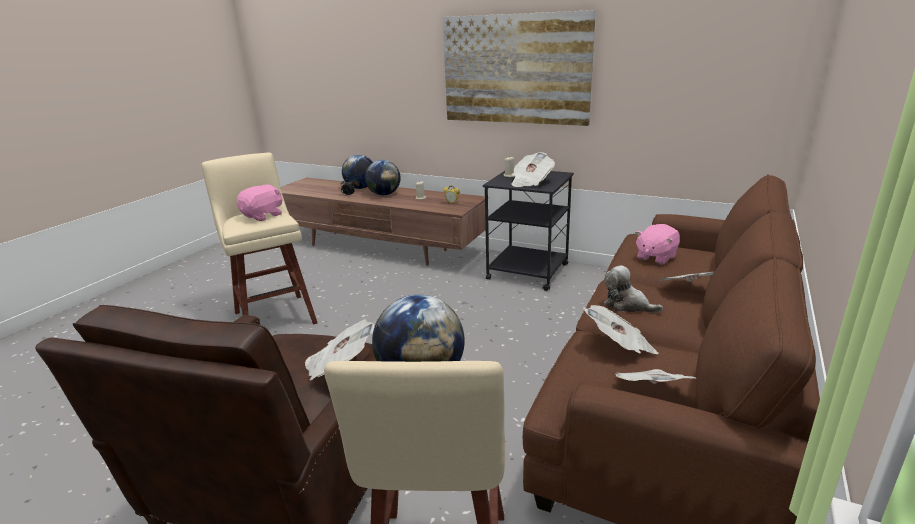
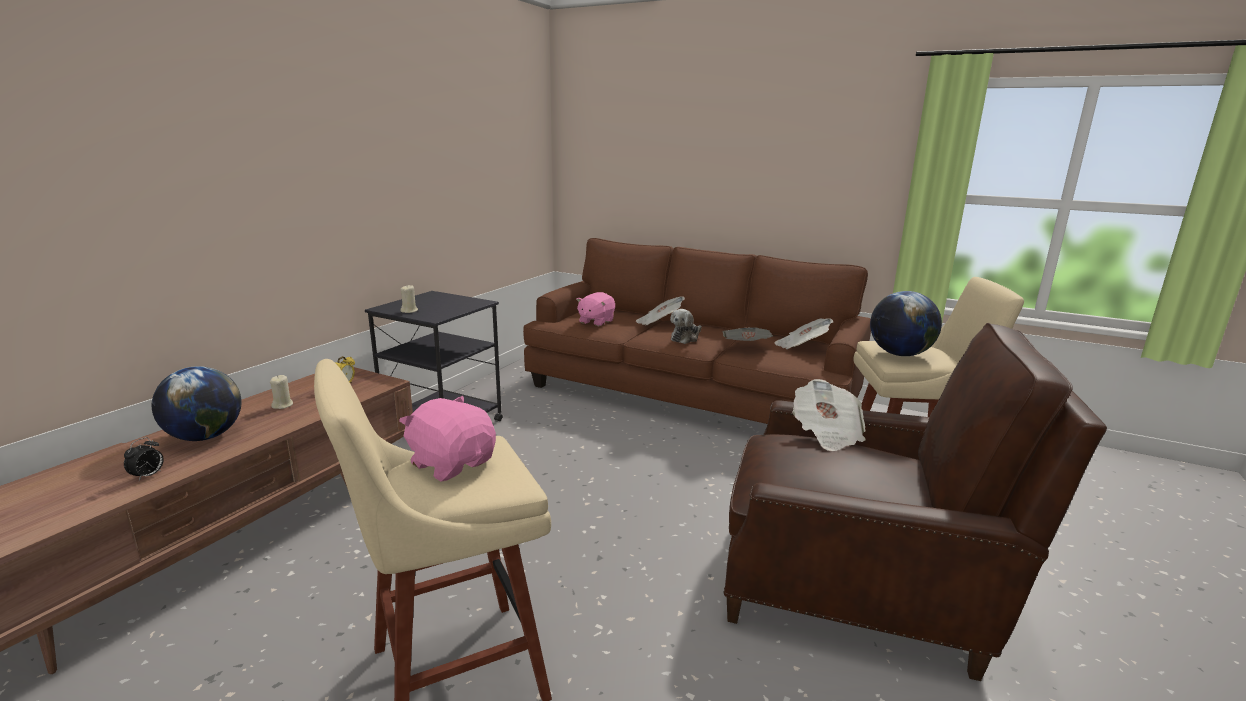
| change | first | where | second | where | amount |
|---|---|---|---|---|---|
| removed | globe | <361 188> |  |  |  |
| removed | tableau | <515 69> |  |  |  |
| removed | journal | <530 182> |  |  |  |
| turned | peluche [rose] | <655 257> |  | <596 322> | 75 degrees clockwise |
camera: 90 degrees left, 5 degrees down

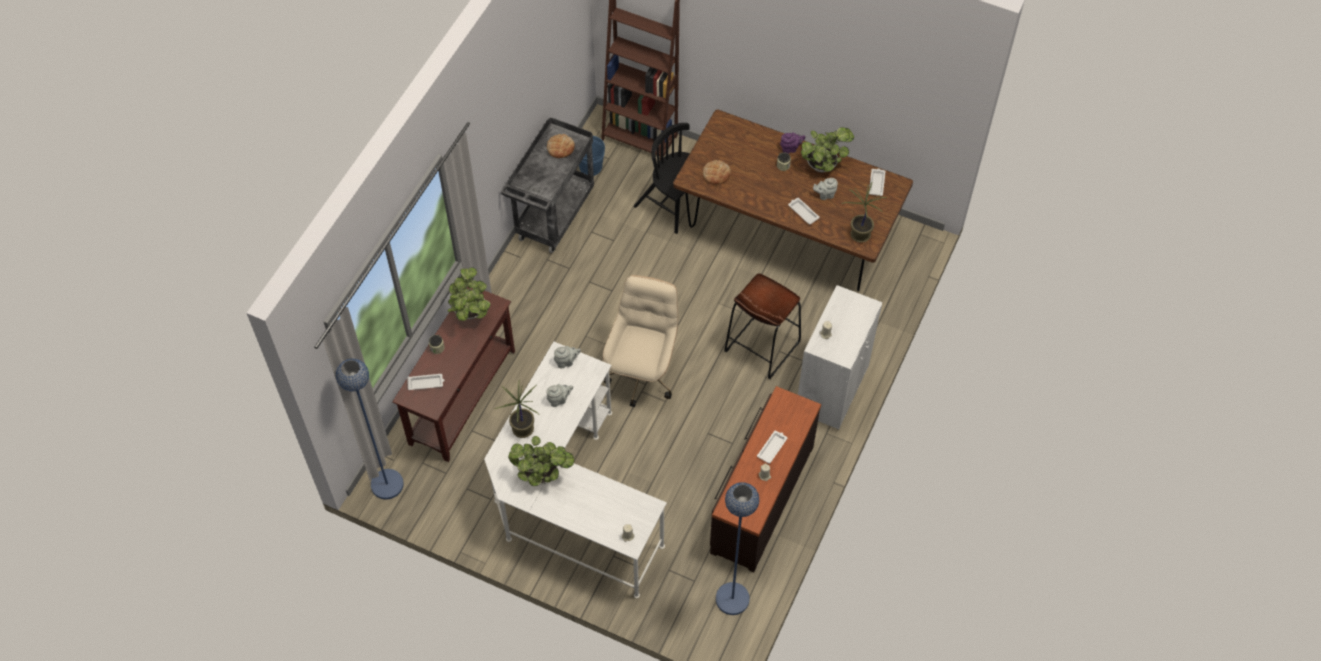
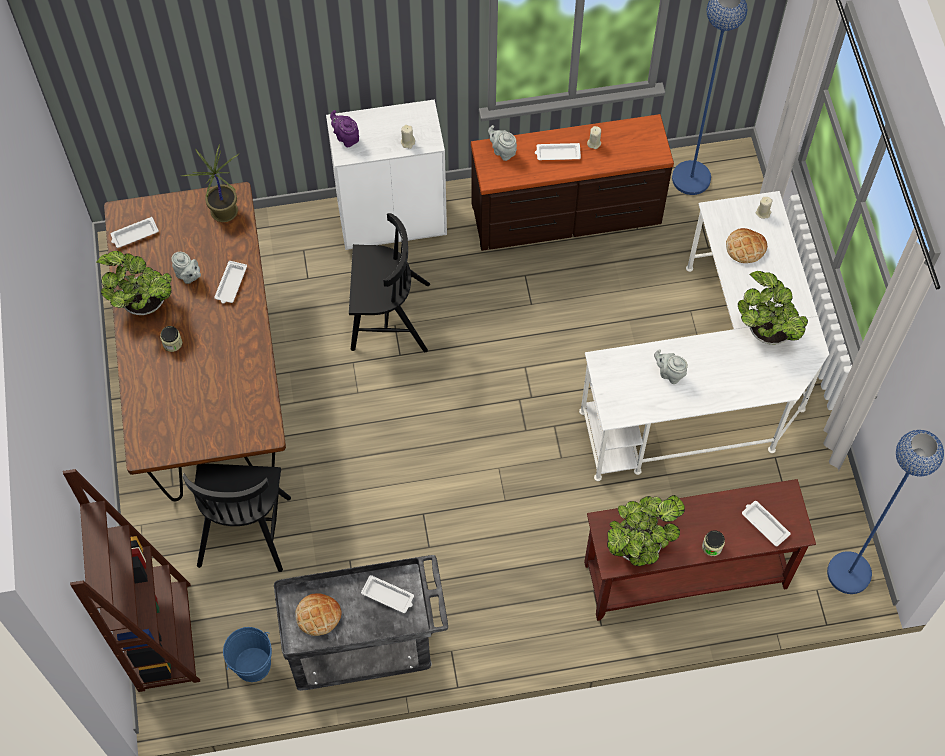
| change | first | where | second | where | amount |
|---|---|---|---|---|---|
| removed | plante en pot | <523 430> |  |  |  |
| moved | théière [gris] | <566 362> |  | <503 151> |  |
| removed | chaise de bureau [beige] | <643 373> |  |  |  |
| moved | pain | <716 174> |  | <745 248> |  |
| replaced | tabouret [marron] | <762 346> | chaise [noir] | <384 316> |  |
| moved | théière [violet] | <790 149> |  | <346 137> |  |
| added |  |  | plateau [blanc] | <388 596> |  |
camera: 125 degrees left, 5 degrees up

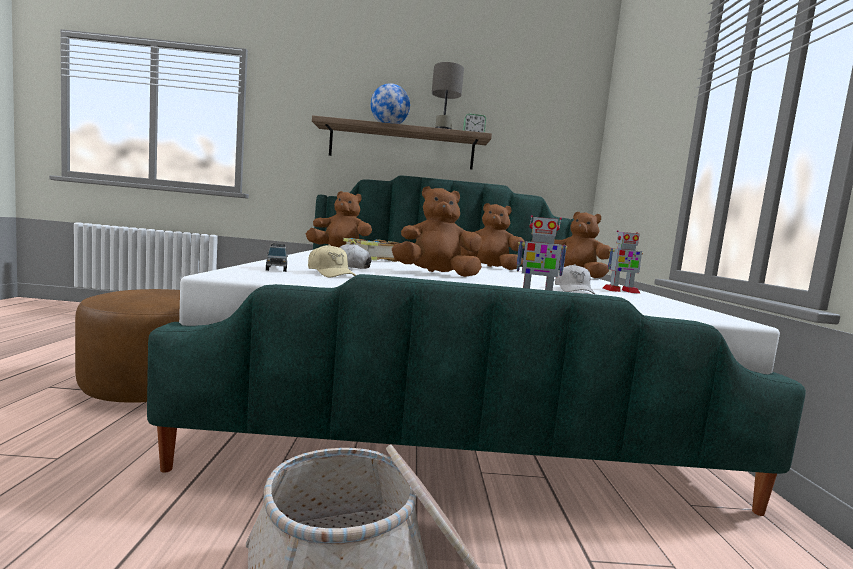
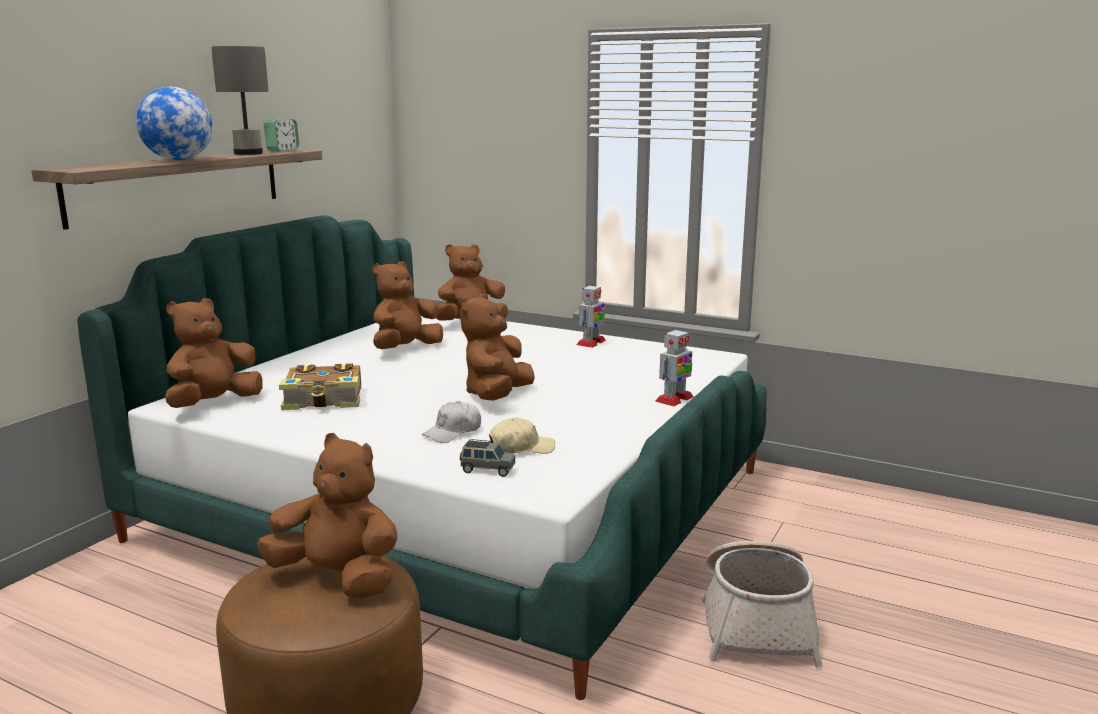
| change | first | where | second | where | amount |
|---|---|---|---|---|---|
| removed | casquette [blanc] | <573 290> |  |  |  |
| added |  |  | peluche [marron] | <338 578> |  |
camera: 60 degrees left, 10 degrees up

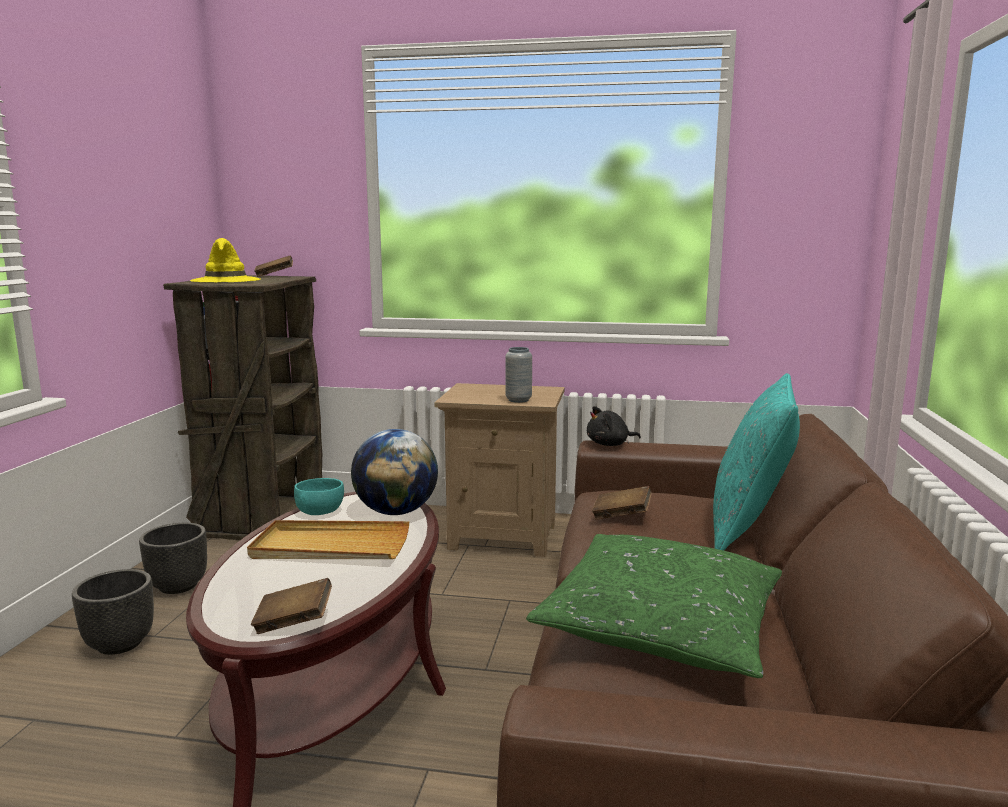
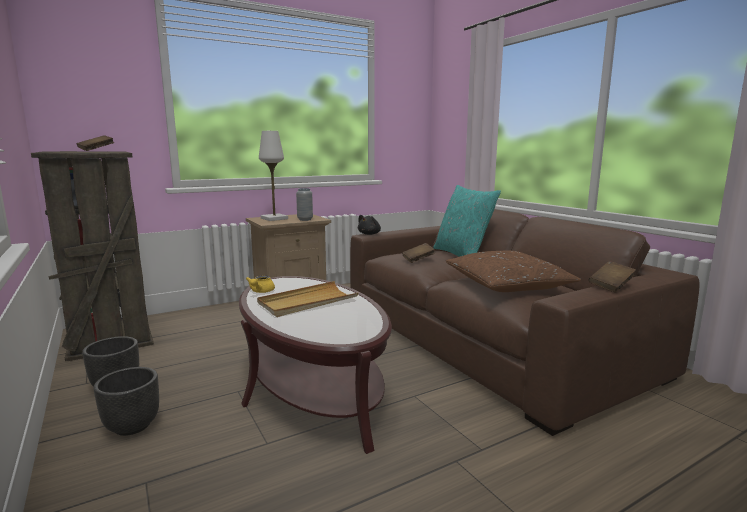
| change | first | where | second | where | amount |
|---|---|---|---|---|---|
| removed | chapeau [jaune] | <226 280> |  |  |  |
| moved | livre [marron] | <294 623> |  | <611 286> |  |
| replaced | bol [turquoise] | <320 510> | théière [jaune] | <260 291> |  |
| removed | globe | <396 512> |  |  |  |
| recoloured | coussin [vert] | <661 624> | coussin [marron] | <507 284> |  |
| added |  |  | lampe de table [blanc] | <274 218> |  |
camera: 40 degrees left, 0 degrees up

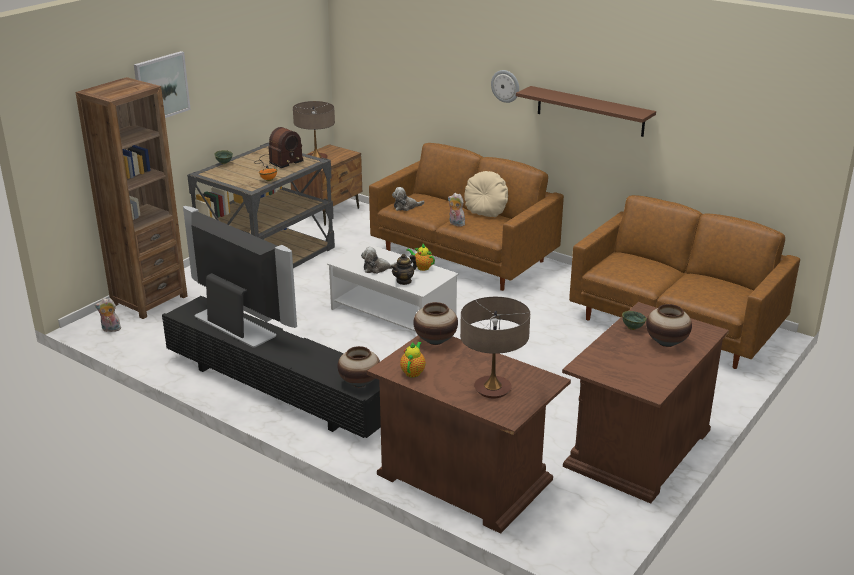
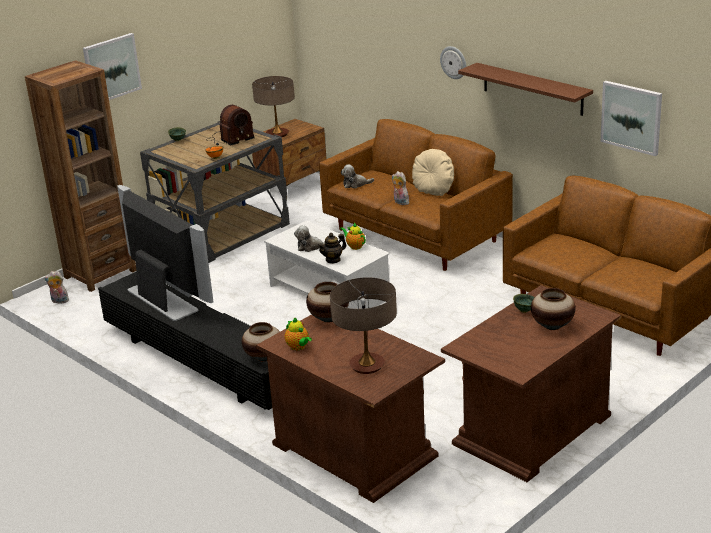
| change | first | where | second | where | amount |
|---|---|---|---|---|---|
| turned | théière | <413 372> |  | <298 347> | 120 degrees clockwise |
| added |  |  | tableau | <631 117> |  |
camera: 10 degrees right, 0 degrees up

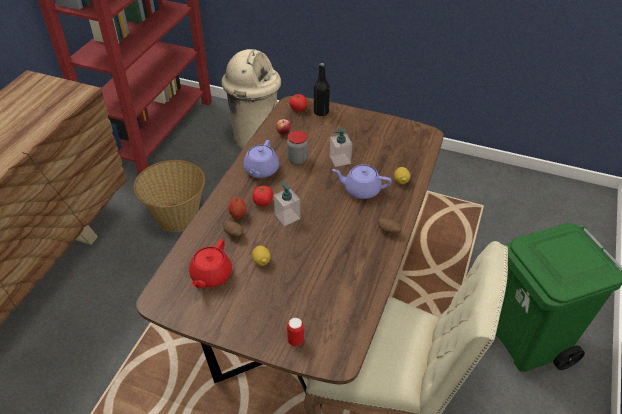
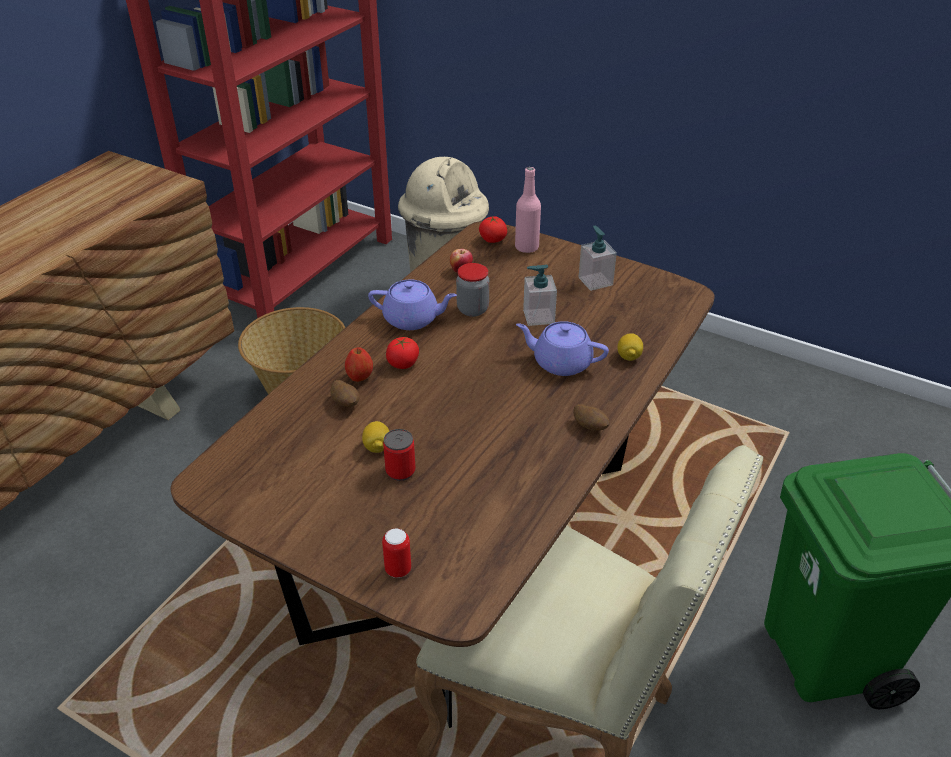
| change | first | where | second | where | amount |
|---|---|---|---|---|---|
| removed | théière [rouge] | <210 276> |  |  |  |
| turned | théière [violet] | <261 170> |  | <412 319> | 105 degrees counterclockwise |
| moved | distributeur de savon | <287 217> |  | <595 281> |  |
| recoloured | bouteille [noir] | <321 112> | bouteille [rose] | <526 247> |  |
| added |  |  | boîte métallique | <400 471> |  |
camera: 10 degrees right, 5 degrees down

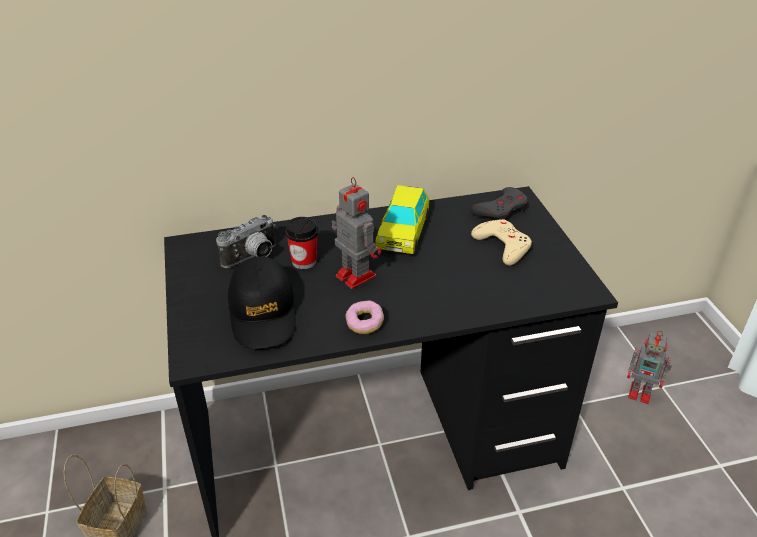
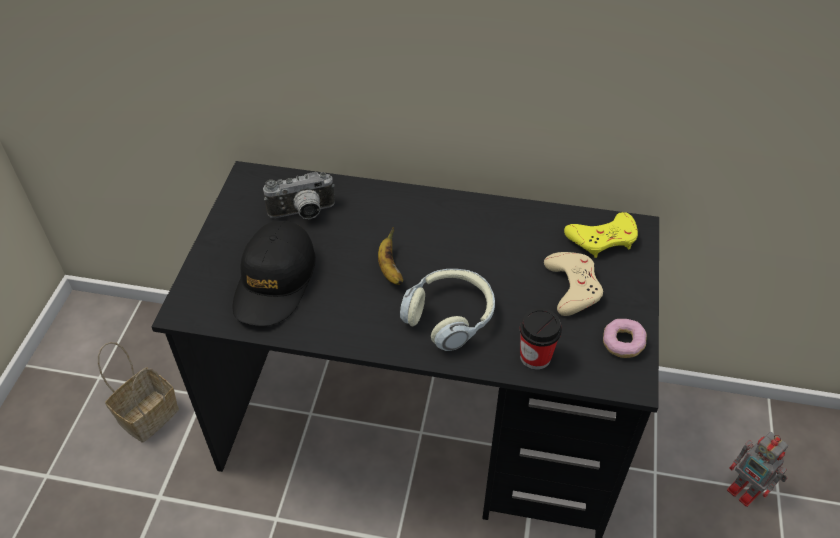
| change | first | where | second | where | amount |
|---|---|---|---|---|---|
| moved | tasse | <304 261> |  | <535 357> |  |
| replaced | robot jouet | <354 275> | banane | <389 269> |  |
| moved | beignet | <364 323> |  | <622 344> |  |
| removed | petite voiture | <403 232> |  |  |  |
| recoloured | manette [gris] | <501 210> | manette [jaune] | <603 239> |  |
| added |  |  | casque audio | <450 316> |  |
camera: 25 degrees right, 10 degrees up

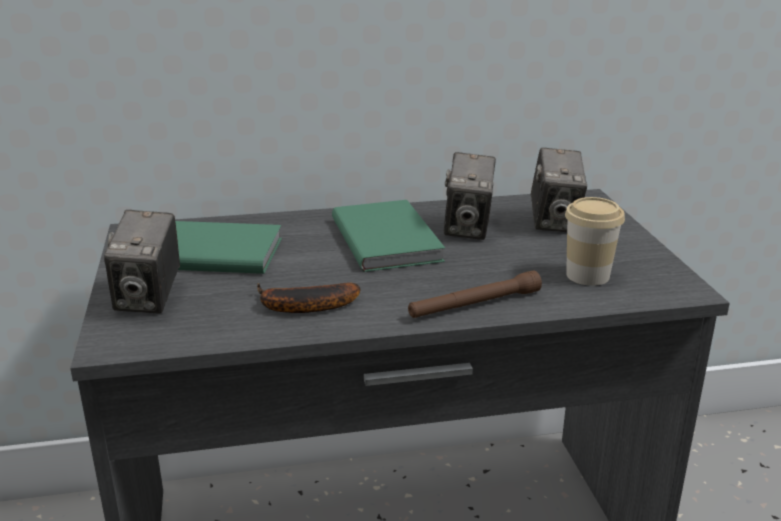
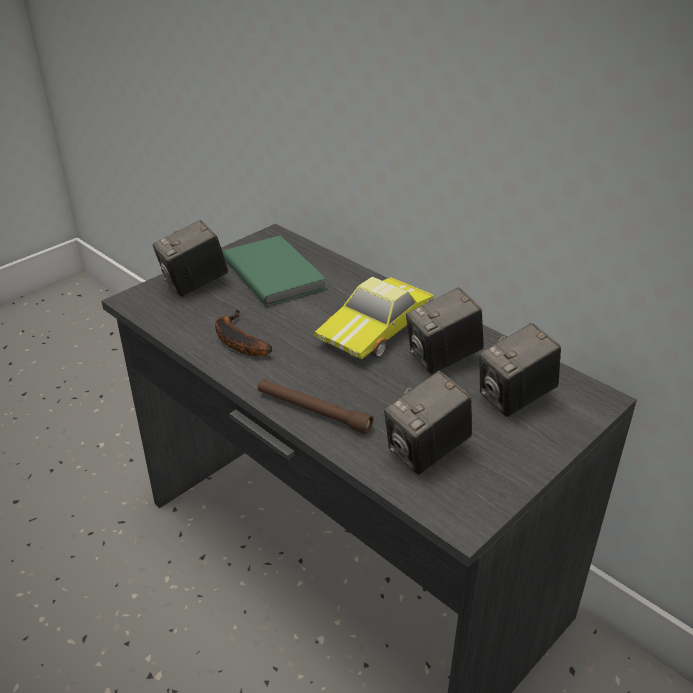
| change | first | where | second | where | amount |
|---|---|---|---|---|---|
| replaced | livre [vert] | <388 238> | petite voiture | <378 330> |  |
| replaced | tasse | <587 275> | appareil photo | <427 452> |  |
camera: 55 degrees right, 10 degrees up

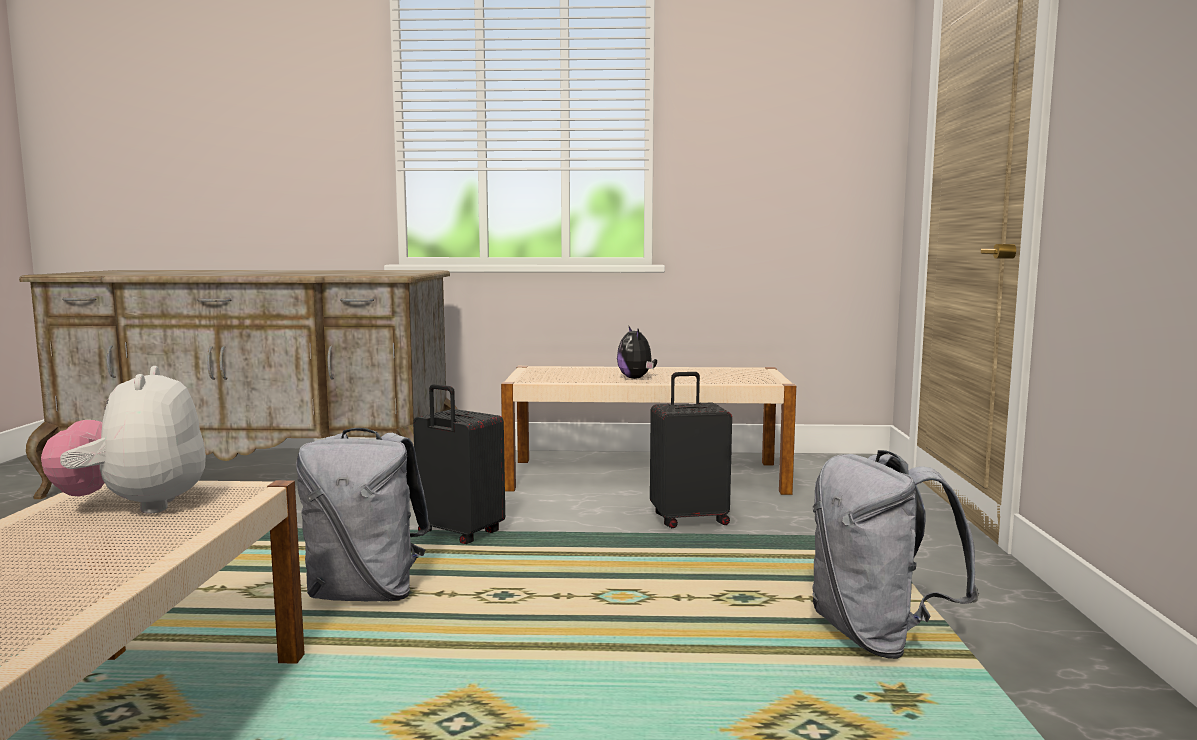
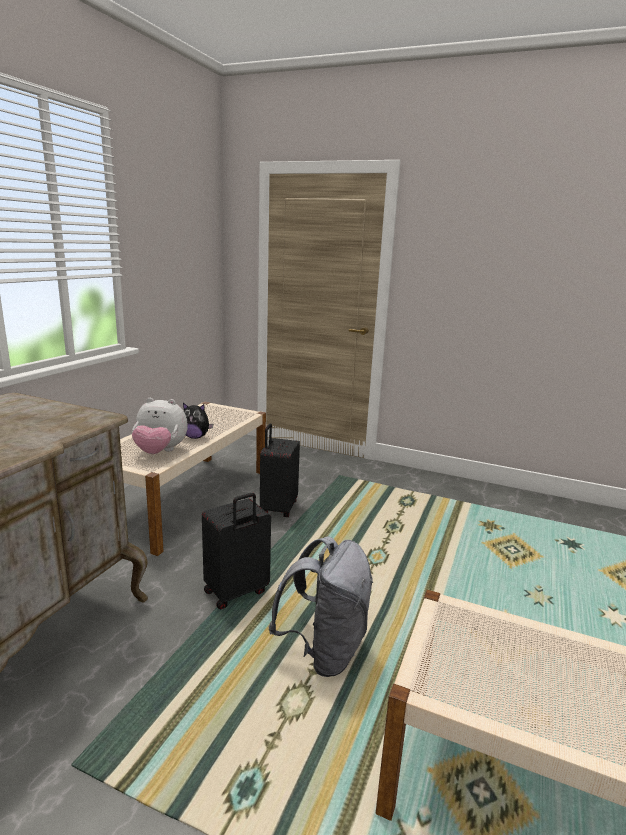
| change | first | where | second | where | amount |
|---|---|---|---|---|---|
| moved | peluche | <136 507> |  | <160 452> |  |
| removed | sac à dos [gris] | <878 637> |  |  |  |
camera: 70 degrees left, 10 degrees up

